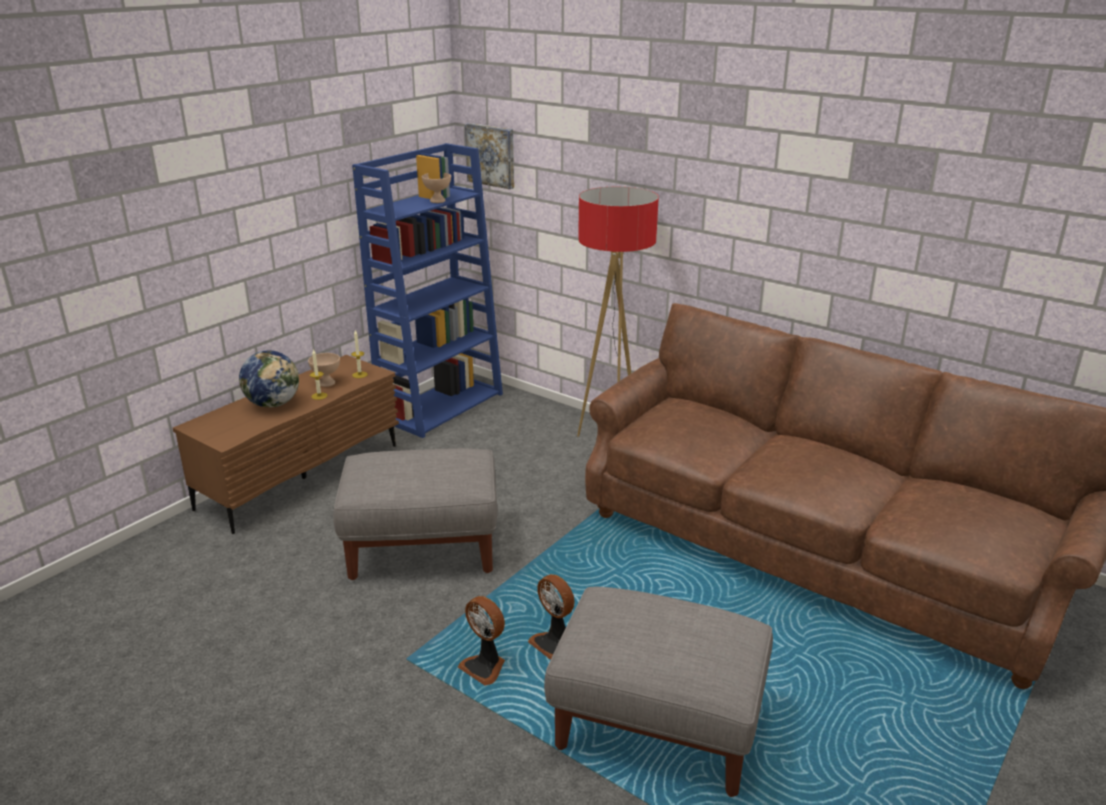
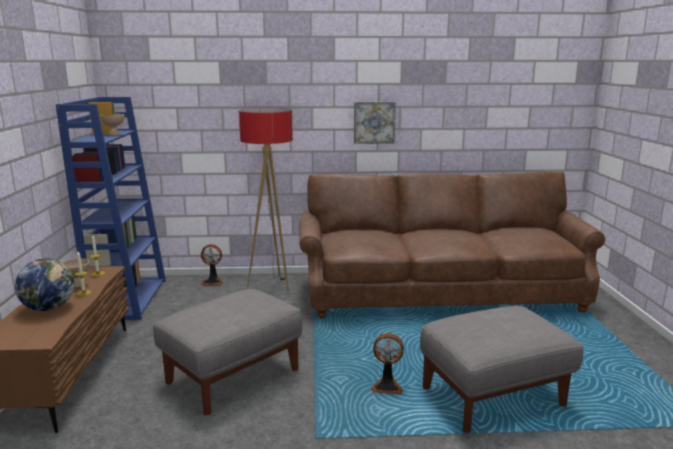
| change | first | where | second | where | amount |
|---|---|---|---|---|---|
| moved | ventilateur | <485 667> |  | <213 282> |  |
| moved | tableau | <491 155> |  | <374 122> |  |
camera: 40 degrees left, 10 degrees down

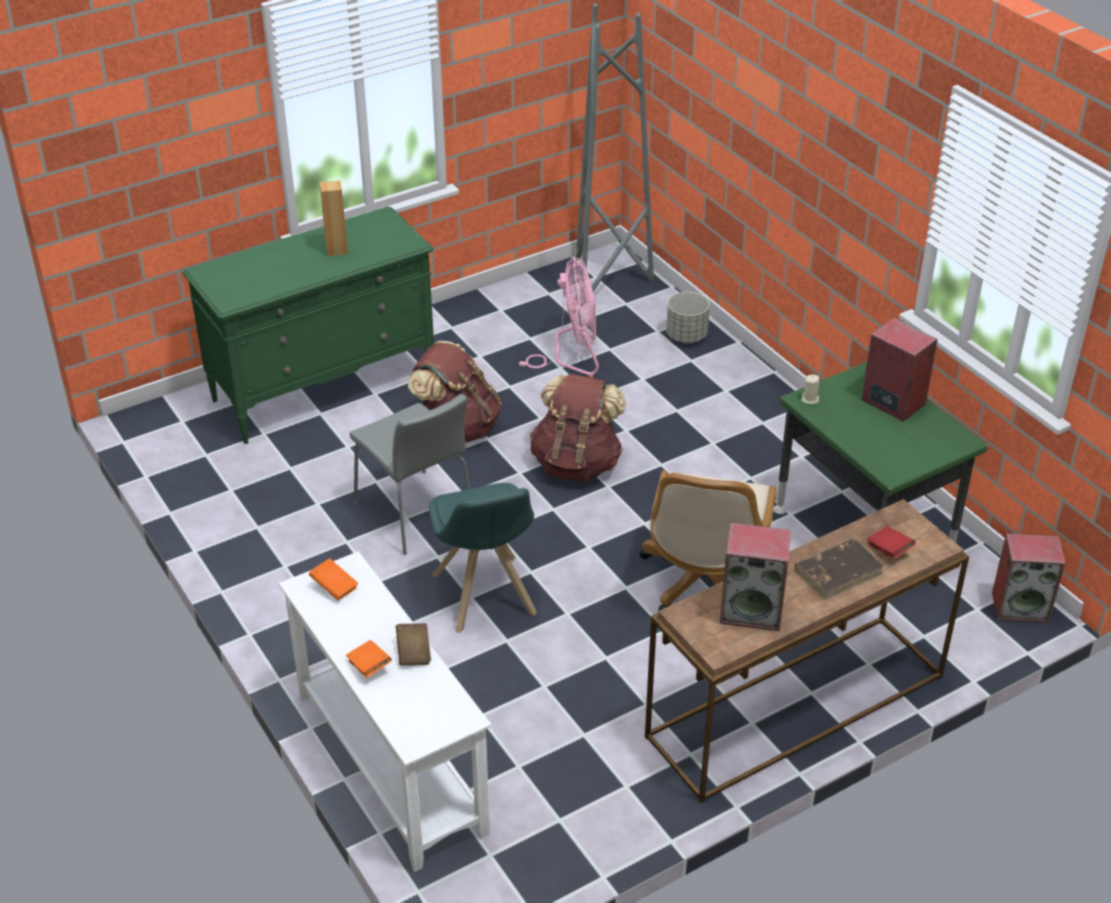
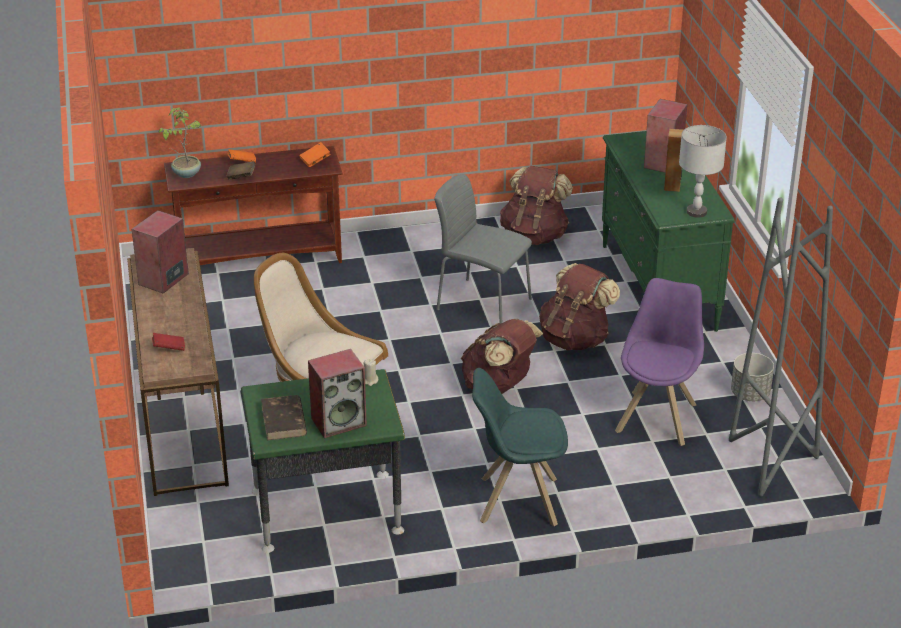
| change | first | where | second | where | amount |
|---|---|---|---|---|---|
| recoloured | table console [blanc] | <390 763> | table console [marron] | <260 257> |  |
| turned | chaise [gris] | <417 515> |  | <480 303> | 45 degrees clockwise |
| moved | chaise [turquoise] | <485 595> |  | <517 501> |  |
| replaced | ventilateur [rose] | <570 352> | chaise [violet] | <657 418> |  |
| moved | cache-pot [gris] | <687 336> |  | <750 394> |  |
| moved | livre [marron] | <838 571> |  | <284 421> |  |
| moved | enceinte | <1020 607> |  | <663 162> |  |
| added |  |  | plante en pot | <186 173> |  |
| added |  |  | sac à dos [marron] | <534 235> |  |
| added |  |  | lampe de table [gris] | <696 212> |  |
camera: 110 degrees right, 5 degrees down

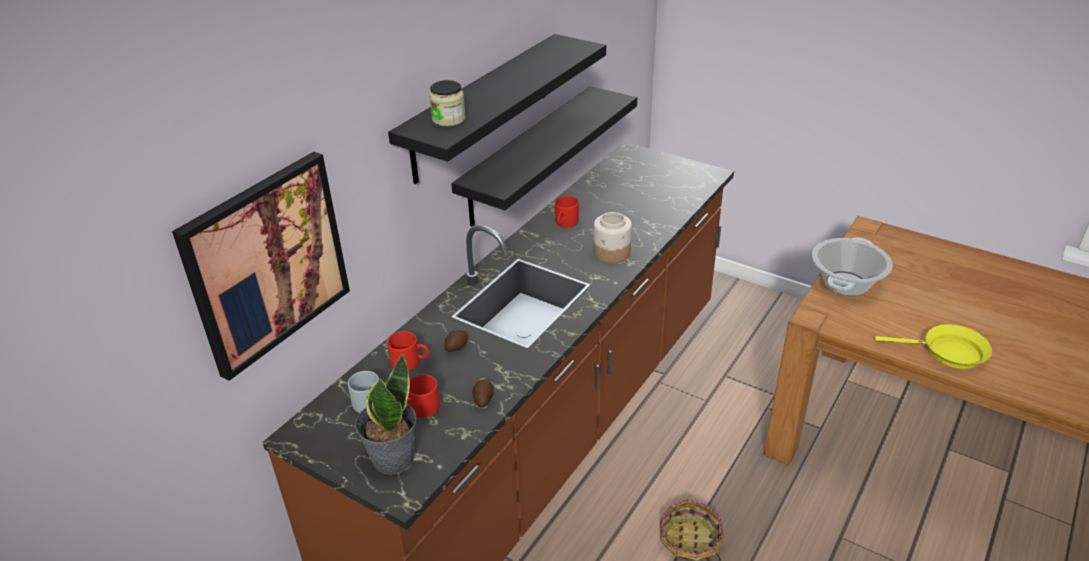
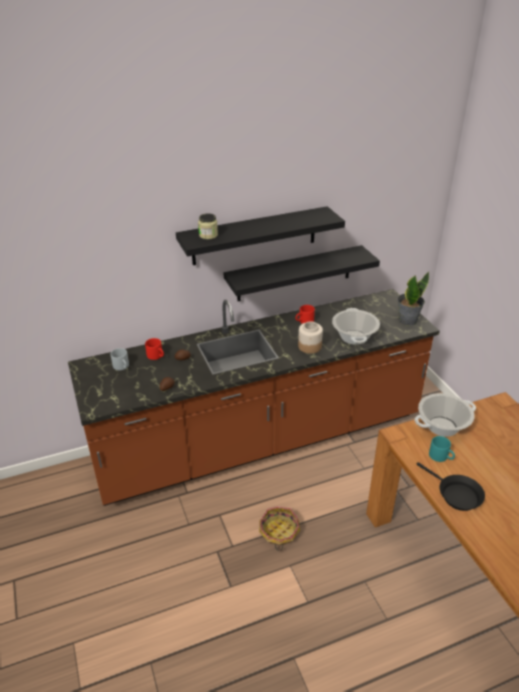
| change | first | where | second | where | amount |
|---|---|---|---|---|---|
| removed | tableau | <267 263> |  |  |  |
| moved | plante en pot | <392 458> |  | <407 320> |  |
| removed | mug [rouge] | <420 410> |  |  |  |
| recoloured | poêle [jaune] | <948 353> | poêle [noir] | <456 495> |  |
| added |  |  | marmite | <354 337> |  |
| added |  |  | mug [turquoise] | <441 456> |  |
camera: 35 degrees right, 0 degrees up

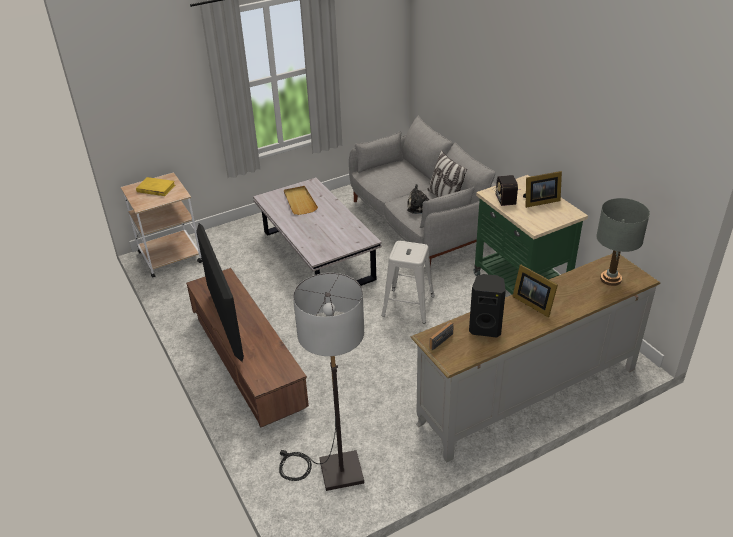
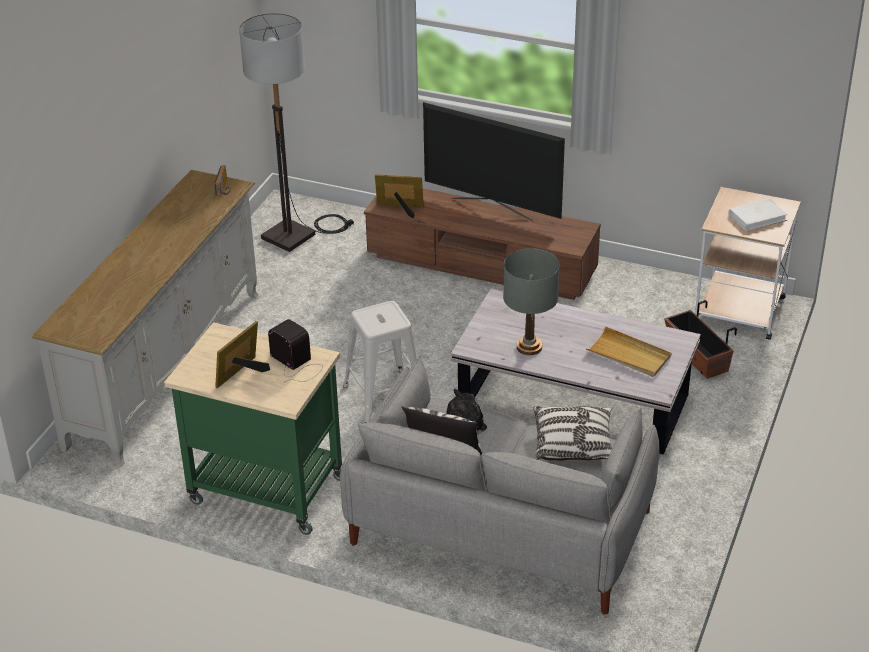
| change | first | where | second | where | amount |
|---|---|---|---|---|---|
| recoloured | livre [jaune] | <156 188> | livre [blanc] | <757 217> |  |
| removed | enceinte [noir] | <485 328> |  |  |  |
| moved | cadre photo | <532 303> |  | <401 209> |  |
| moved | lampe de table [gris] | <611 279> |  | <529 347> |  |
| added |  |  | coussin | <573 444> |  |
| added |  |  | cache-pot | <697 356> |  |
camera: 140 degrees right, 0 degrees up

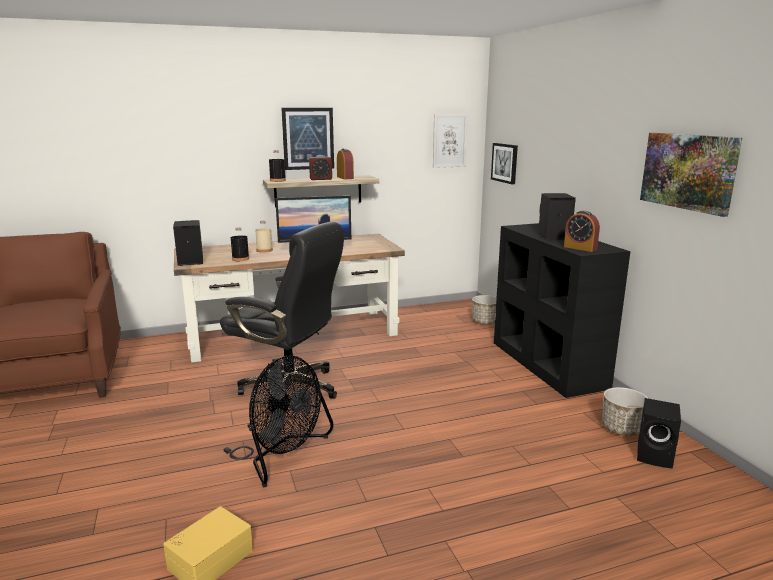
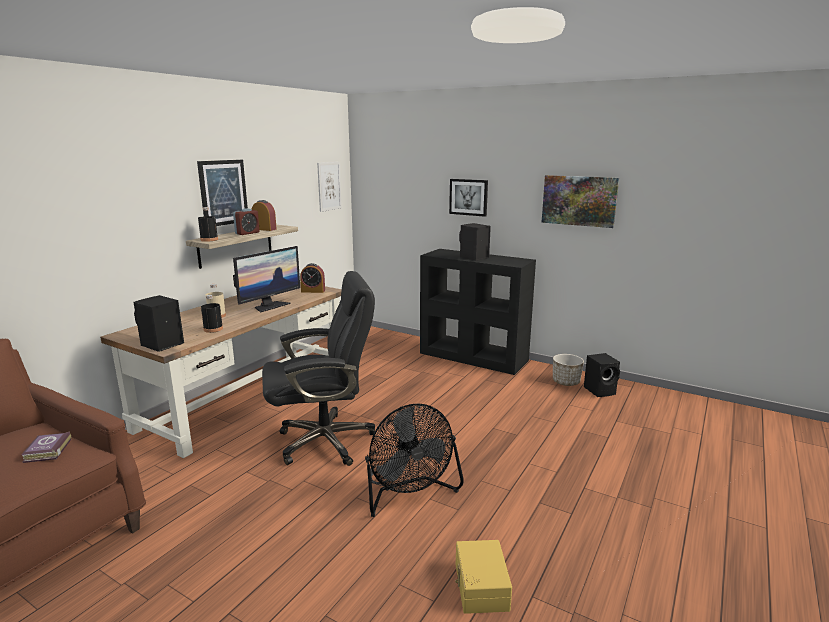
| change | first | where | second | where | amount |
|---|---|---|---|---|---|
| turned | ventilateur [noir] | <279 456> |  | <405 493> | 75 degrees clockwise |
| removed | cache-pot | <485 322> |  |  |  |
| moved | tableau | <505 163> |  | <468 197> |  |
| moved | réveil | <580 248> |  | <313 291> |  |
| added |  |  | livre | <46 451> |  |
camera: 40 degrees left, 0 degrees up

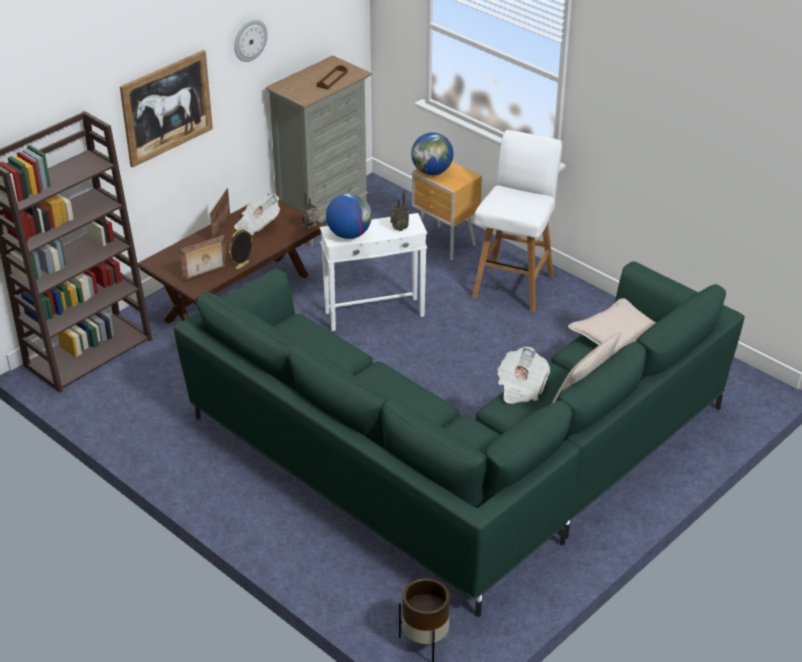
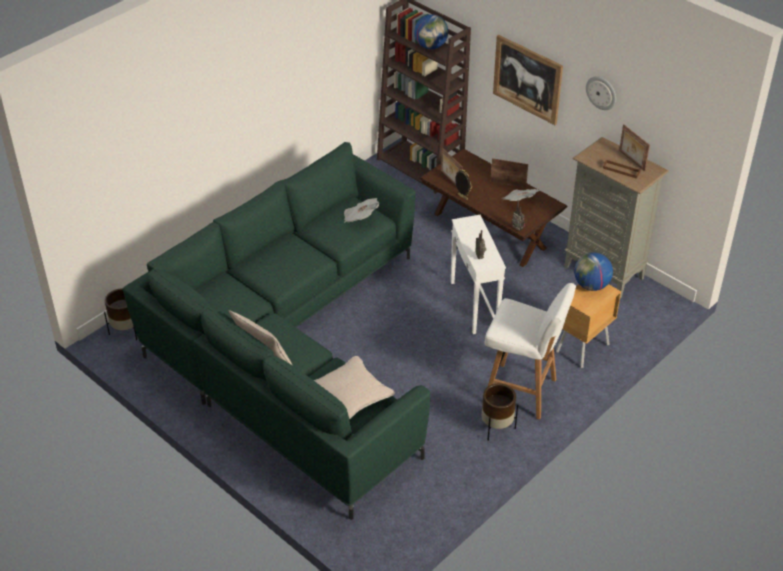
| change | first | where | second | where | amount |
|---|---|---|---|---|---|
| moved | globe | <349 234> |  | <431 46> |  |
| moved | journal | <521 388> |  | <360 218> |  |
| added |  |  | cache-pot [marron] | <496 428> |  |
| added |  |  | cadre photo | <631 160> |  |
camera: 90 degrees right, 5 degrees up

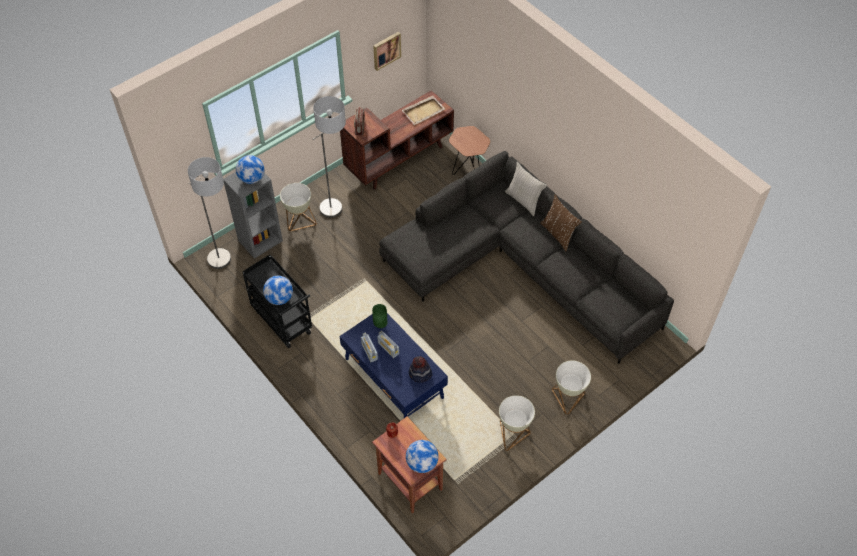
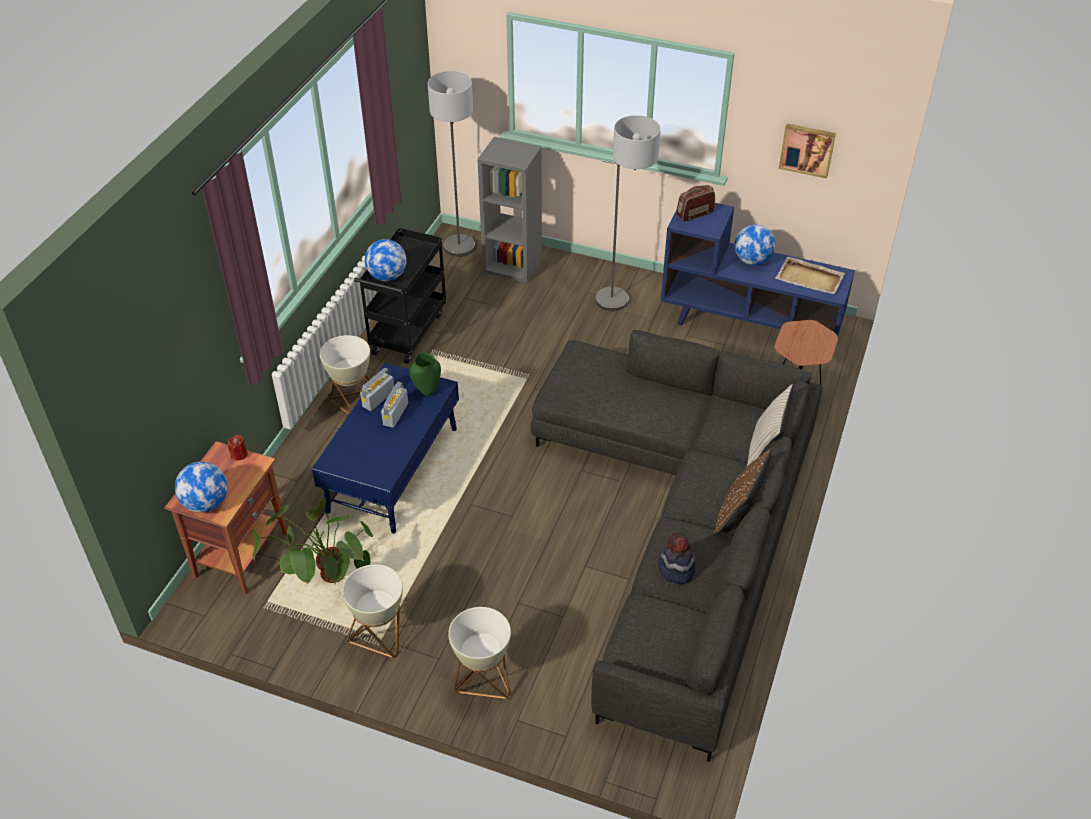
| change | first | where | second | where | amount |
|---|---|---|---|---|---|
| moved | globe | <252 178> |  | <752 261> |  |
| moved | cache-pot | <299 222> |  | <353 402> |  |
| recoloured | meuble télé [marron] | <399 158> | meuble télé [bleu] | <751 324> |  |
| moved | chapeau | <420 374> |  | <676 569> |  |
| added |  |  | plante en pot | <323 582> |  |
camera: 60 degrees right, 10 degrees down

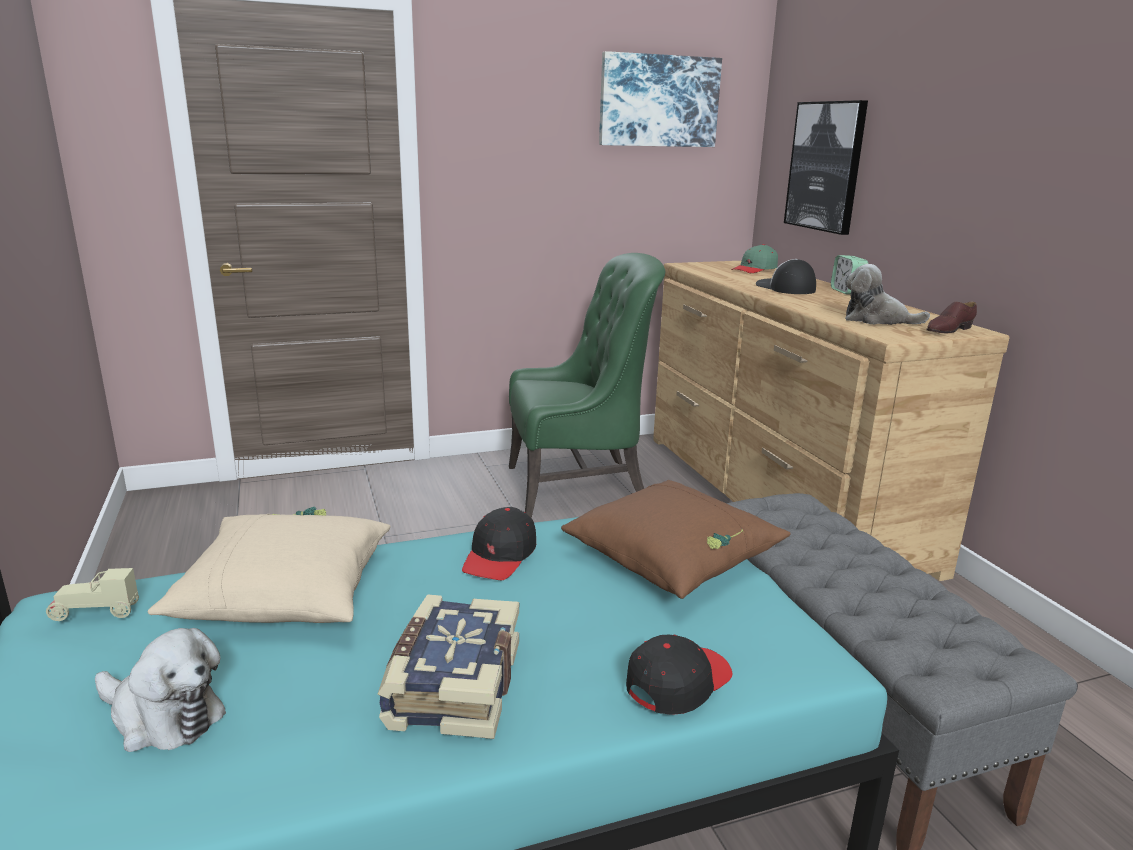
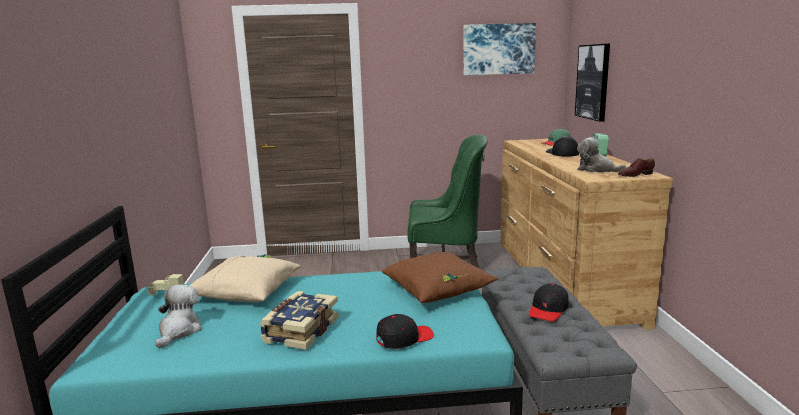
| change | first | where | second | where | amount |
|---|---|---|---|---|---|
| turned | peluche | <163 716> |  | <179 331> | 120 degrees counterclockwise |
| moved | casquette [noir] | <500 556> |  | <548 309> |  |
camera: 15 degrees right, 5 degrees down

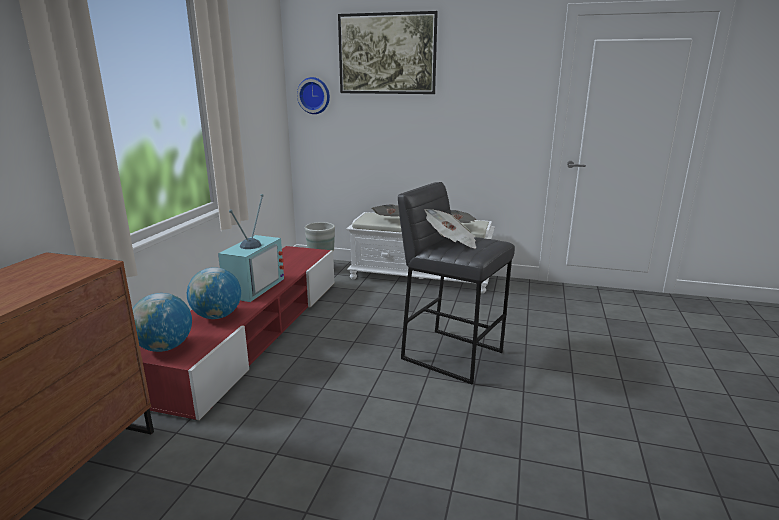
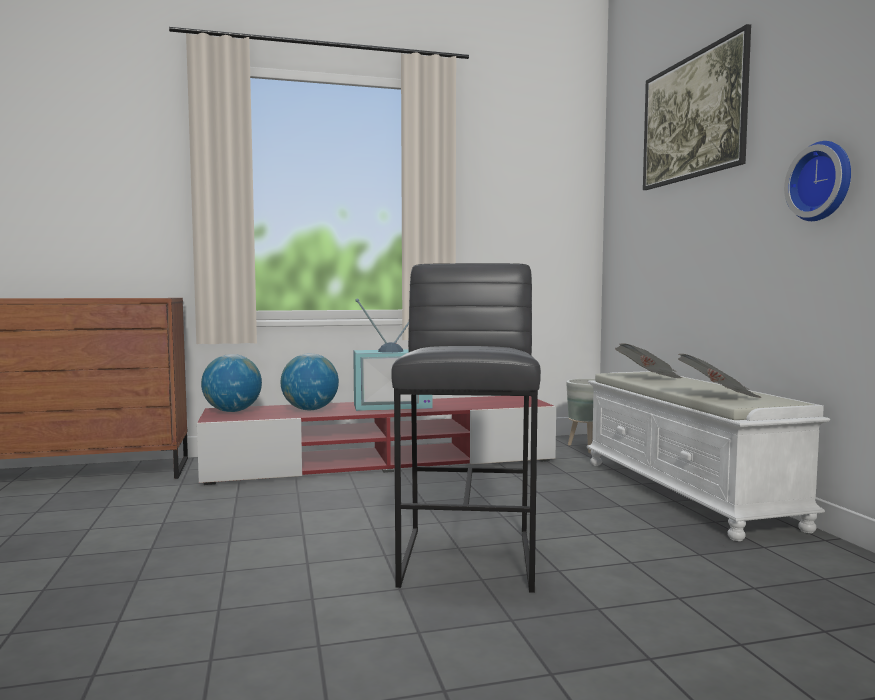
| change | first | where | second | where | amount |
|---|---|---|---|---|---|
| moved | horloge murale | <314 95> |  | <823 182> |  |
| removed | journal | <451 242> |  |  |  |
camera: 60 degrees right, 15 degrees down

